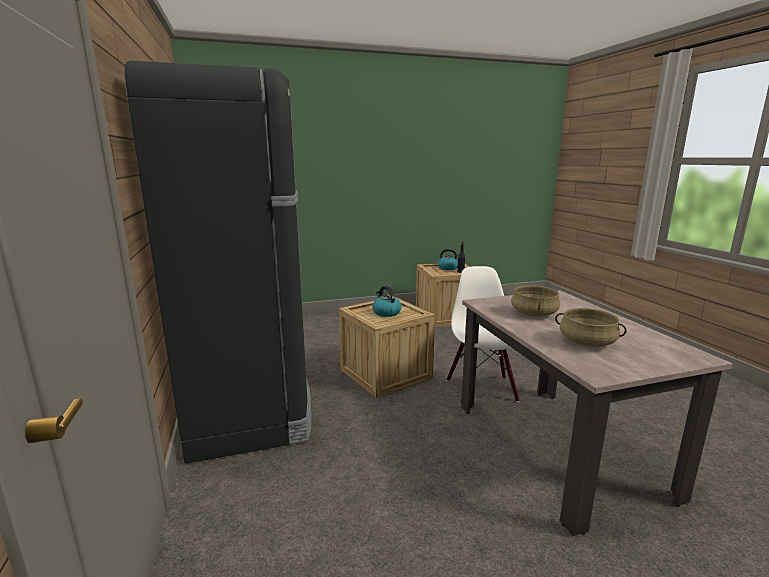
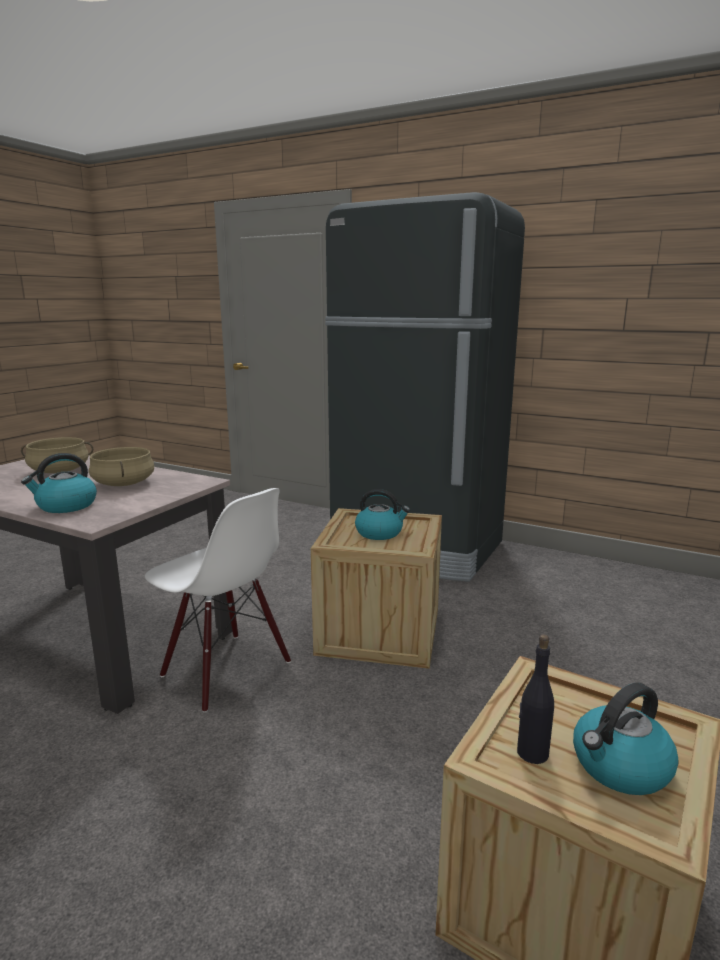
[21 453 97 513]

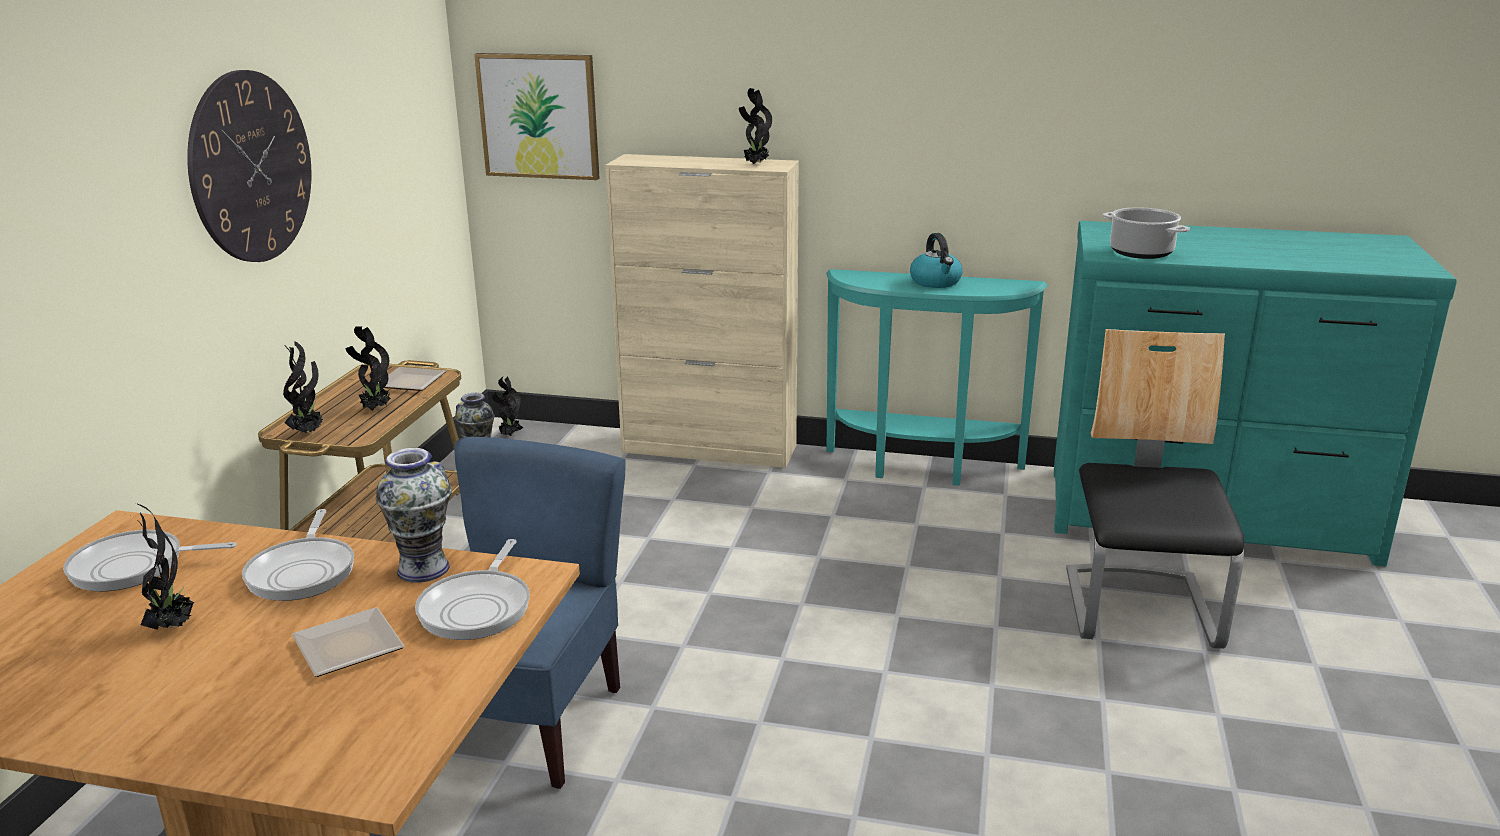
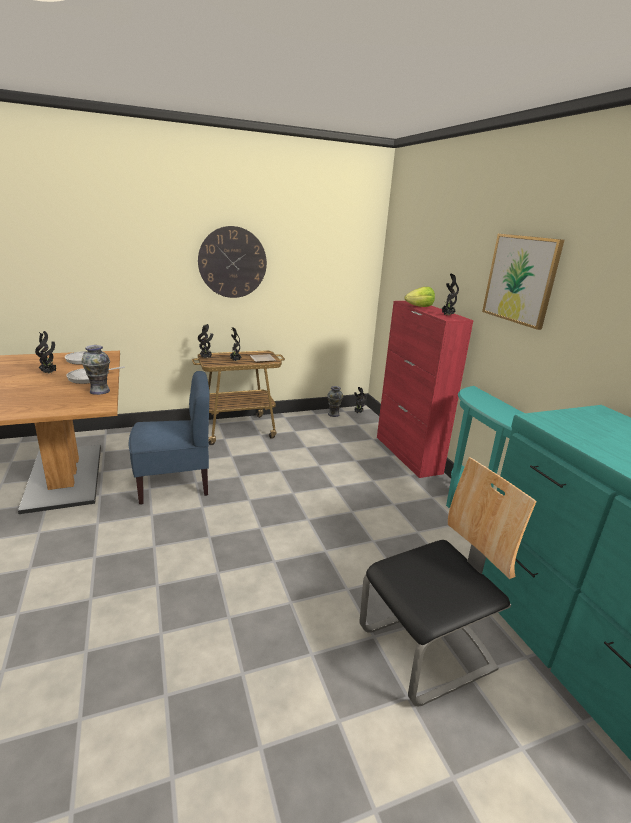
[292 607 404 677] (first image)
[415 539 530 640] (first image)
[482 234 564 330]
[377 301 474 478]
[910 233 962 288] (first image)
[1103 207 1190 259] (first image)
[405 287 435 307]

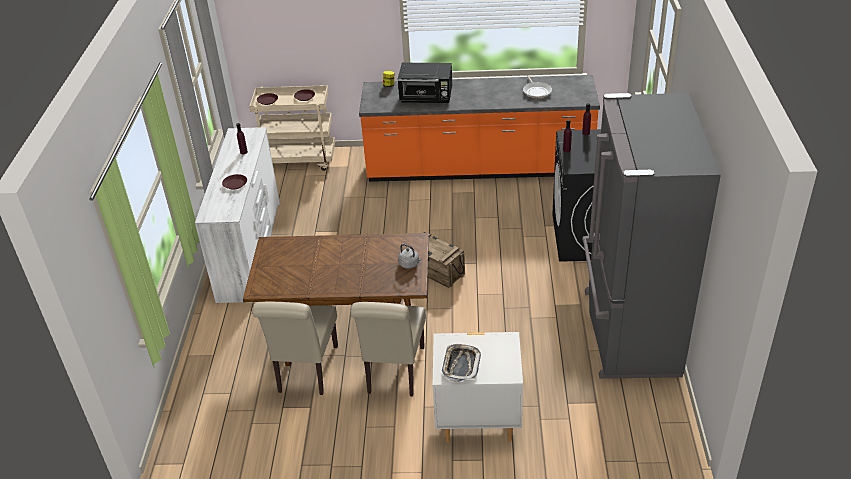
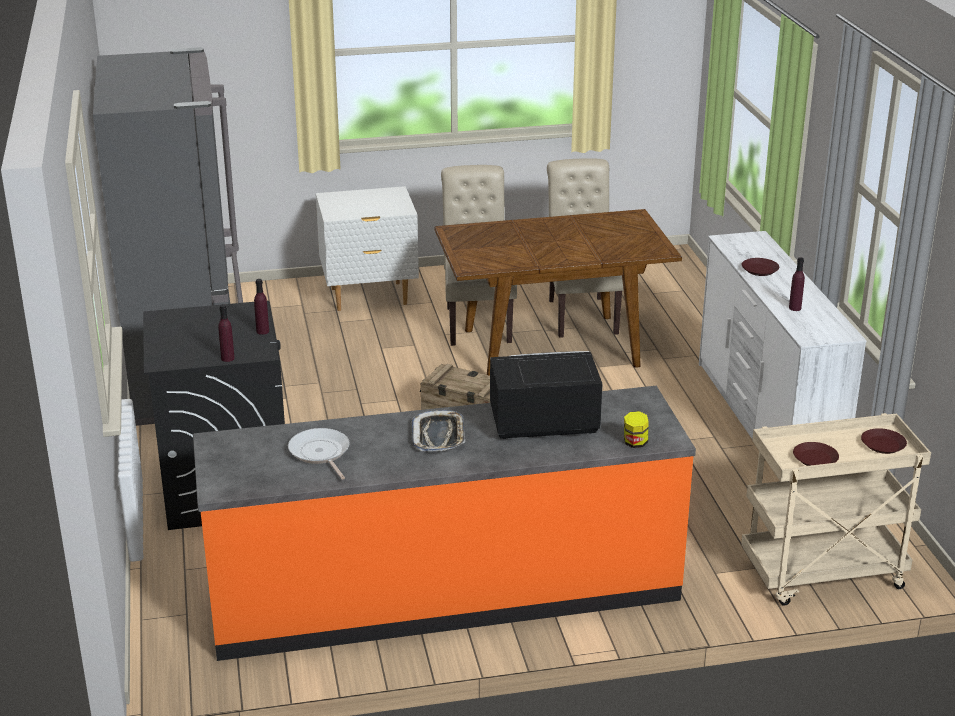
[398 244 422 268] (first image)
[412 410 465 451]

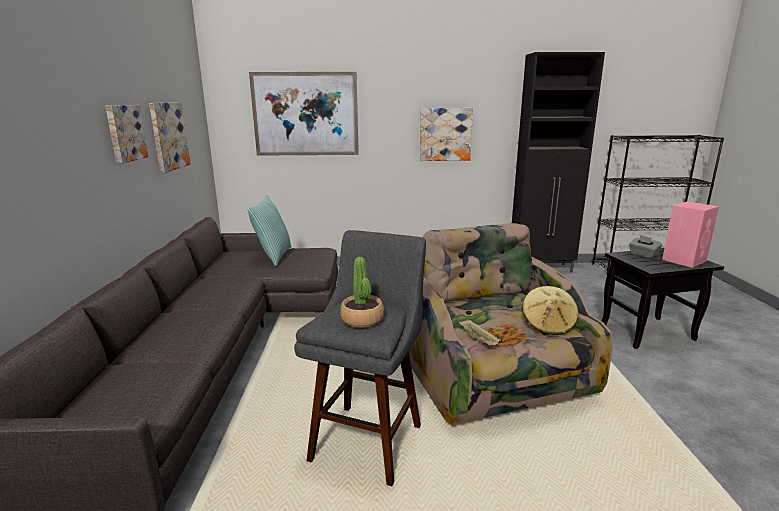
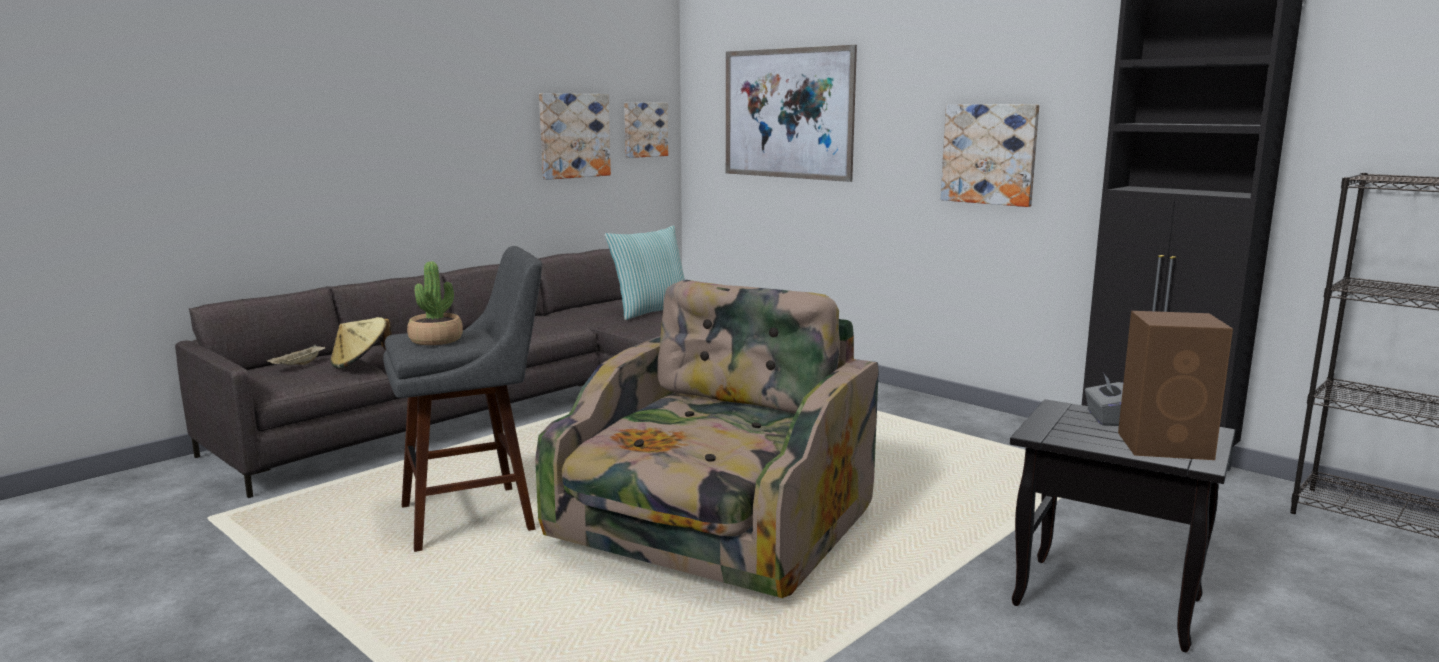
[624 103 668 158]
[267 344 326 365]
[331 317 392 369]
[1118 311 1233 460]

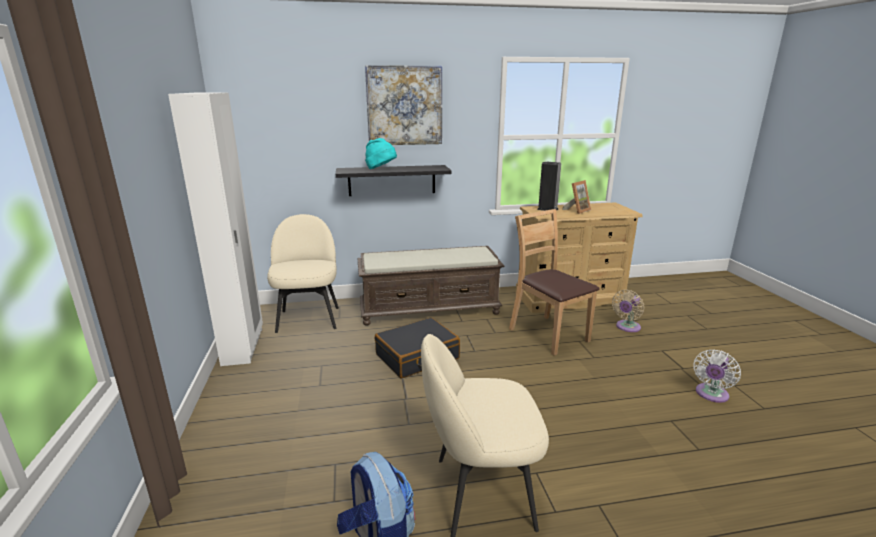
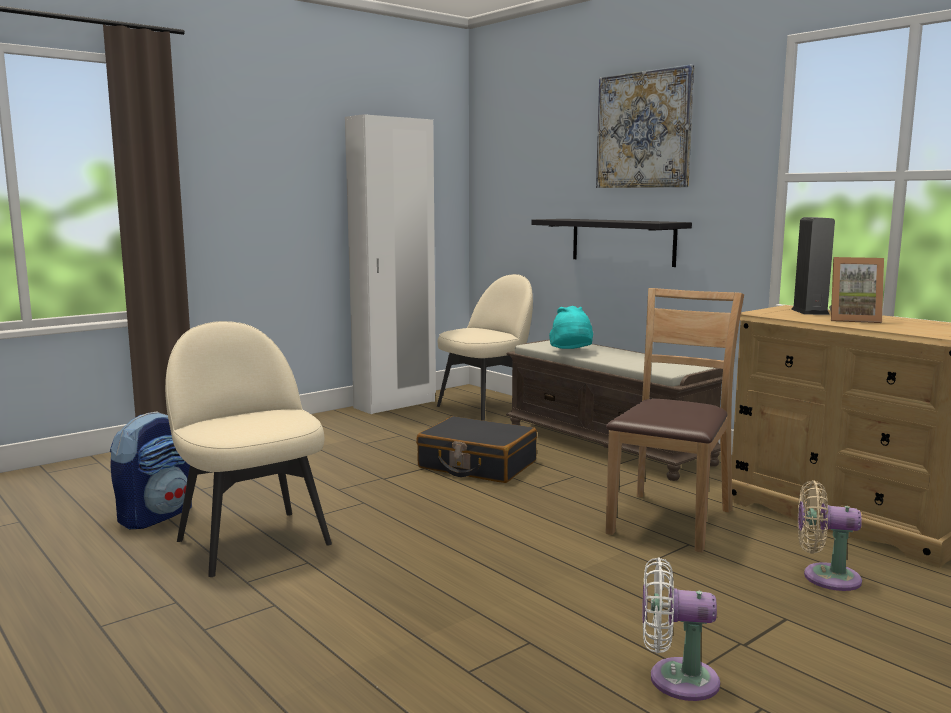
[549 306 593 349]

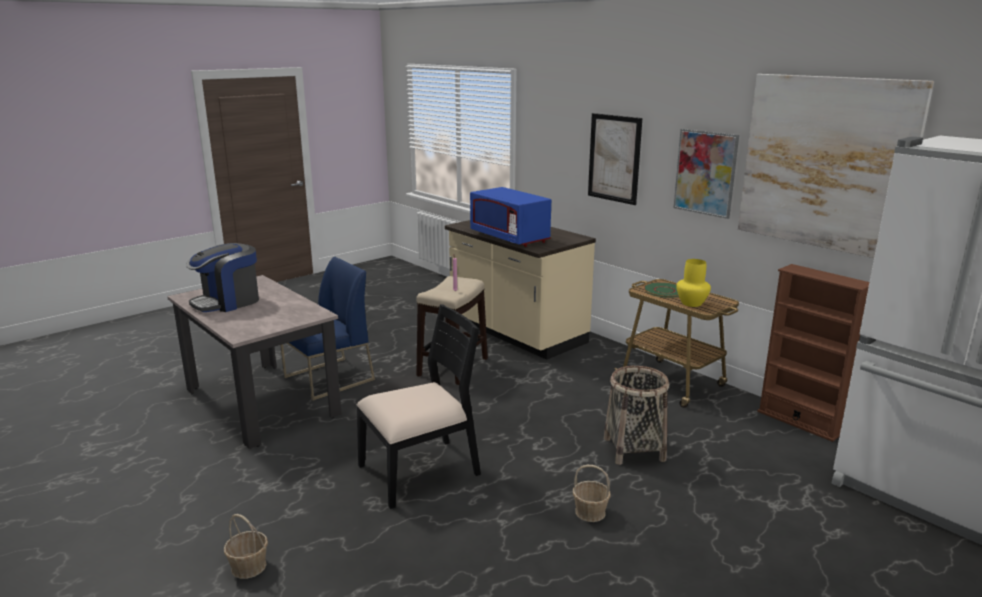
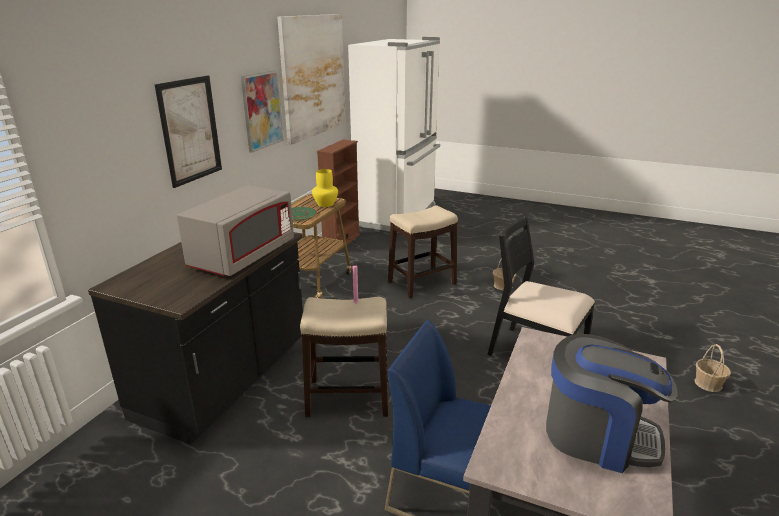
[88 232 303 444]
[177 185 294 276]
[388 205 458 299]

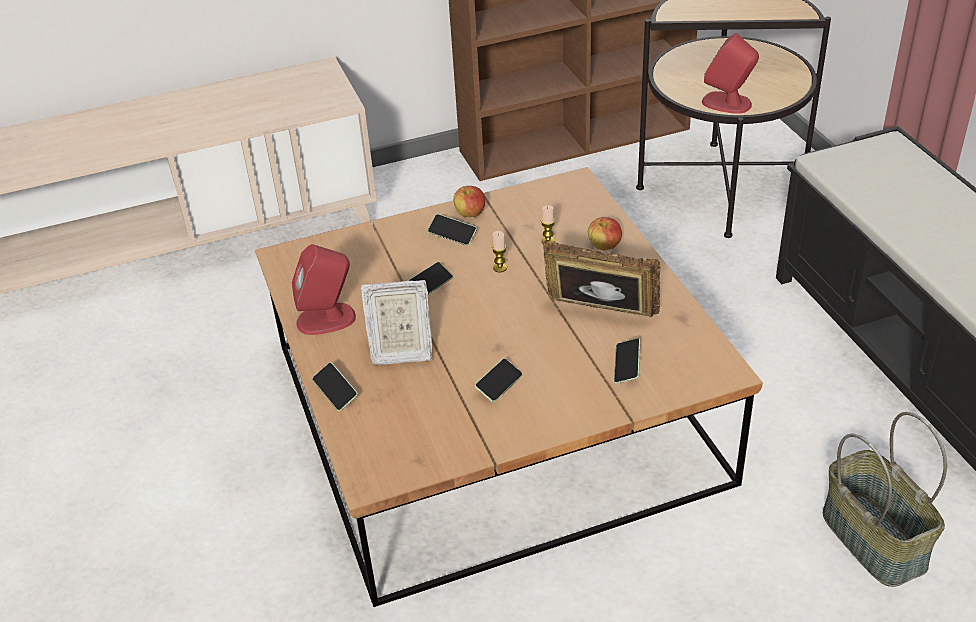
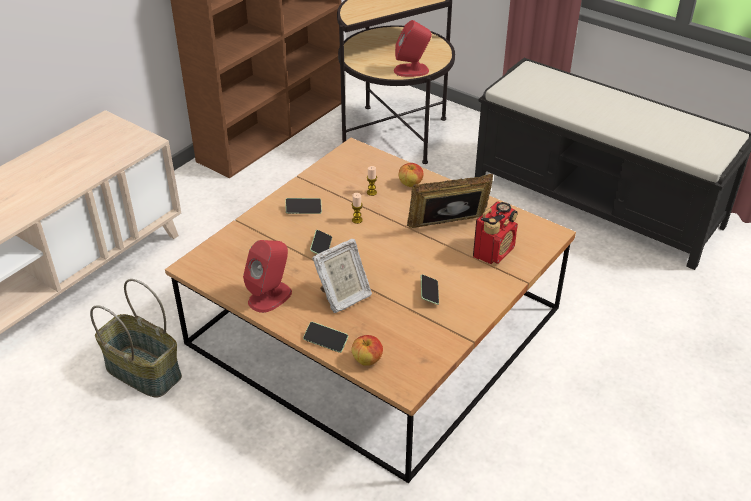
[351 335 383 366]
[473 202 518 264]
[90 279 182 398]

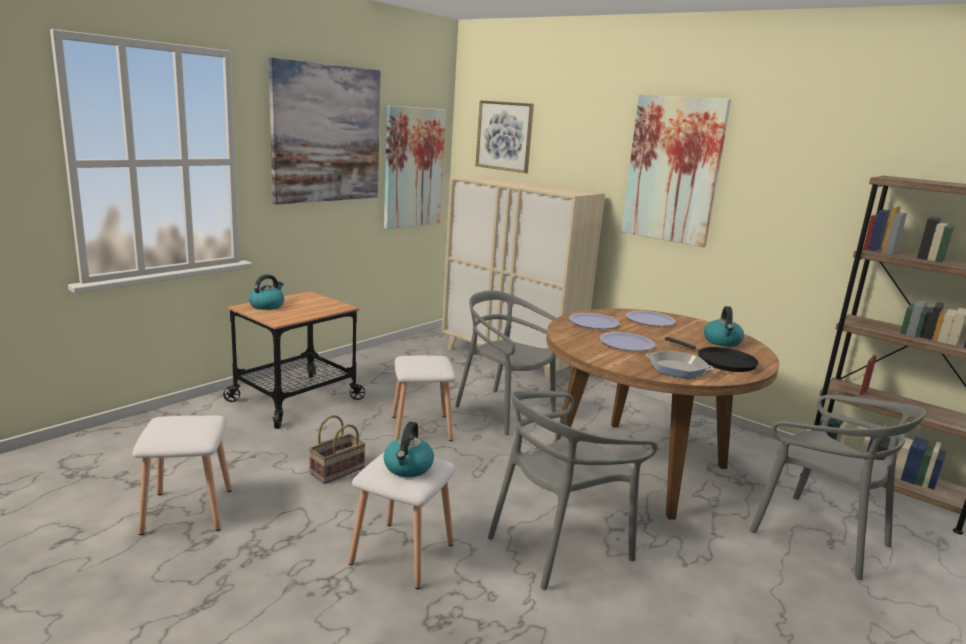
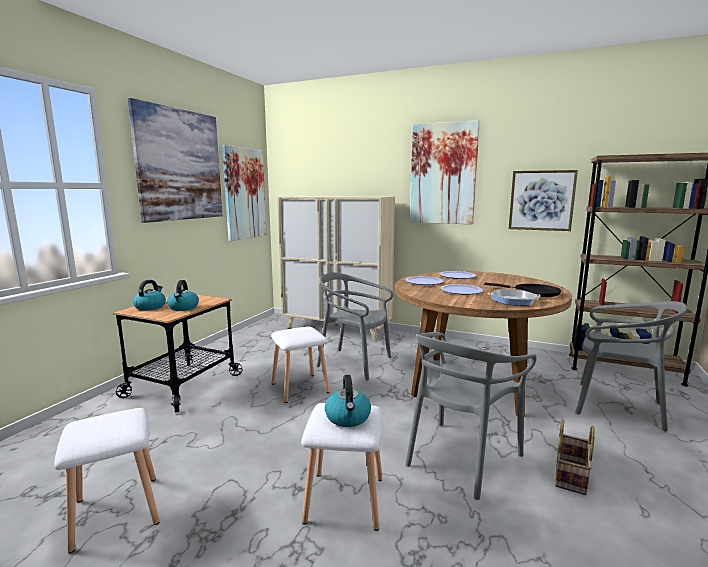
[555 419 595 495]
[508 170 578 231]
[167 280 199 311]

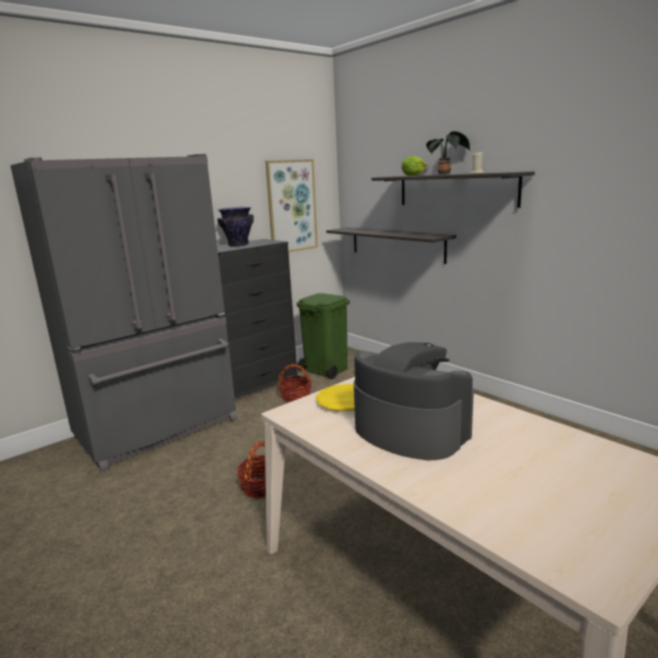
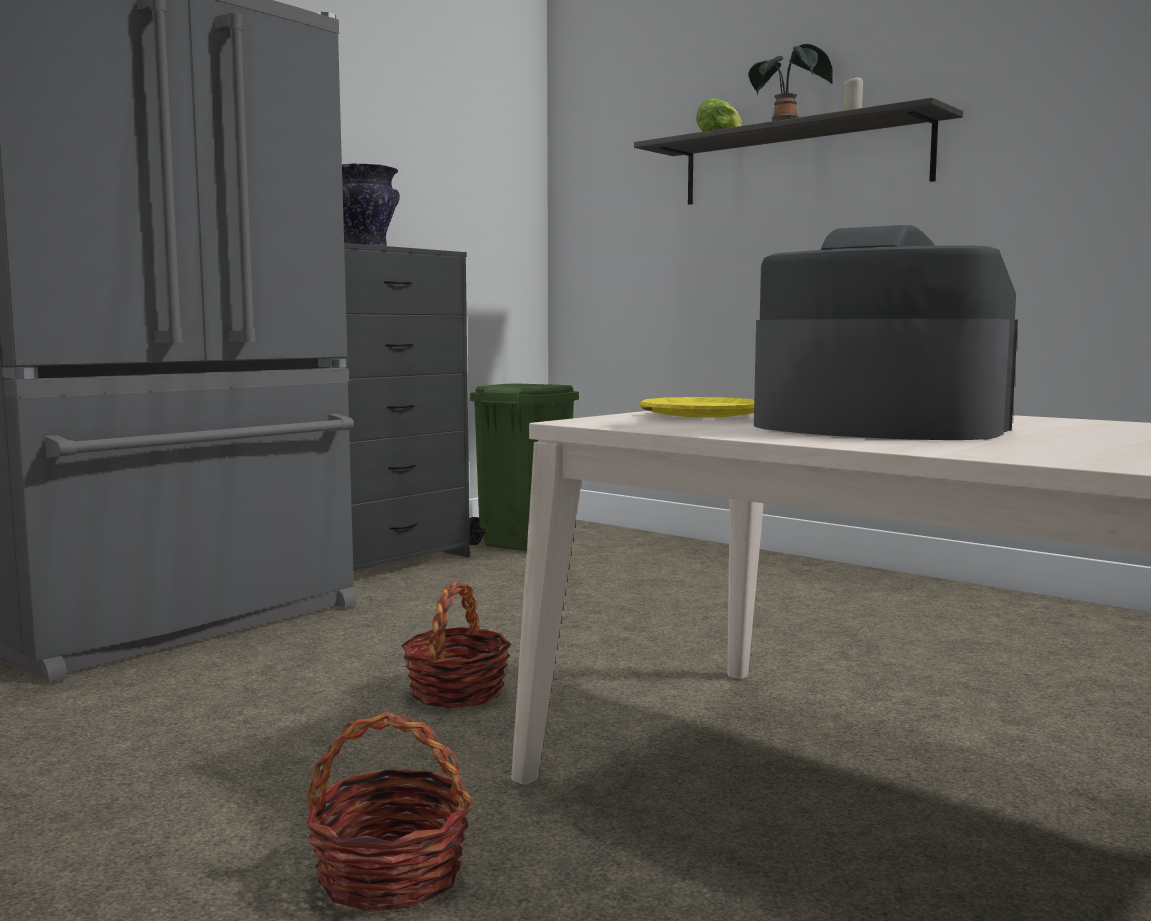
[265 159 318 252] (first image)
[306 712 473 912]
[326 227 456 264] (first image)

